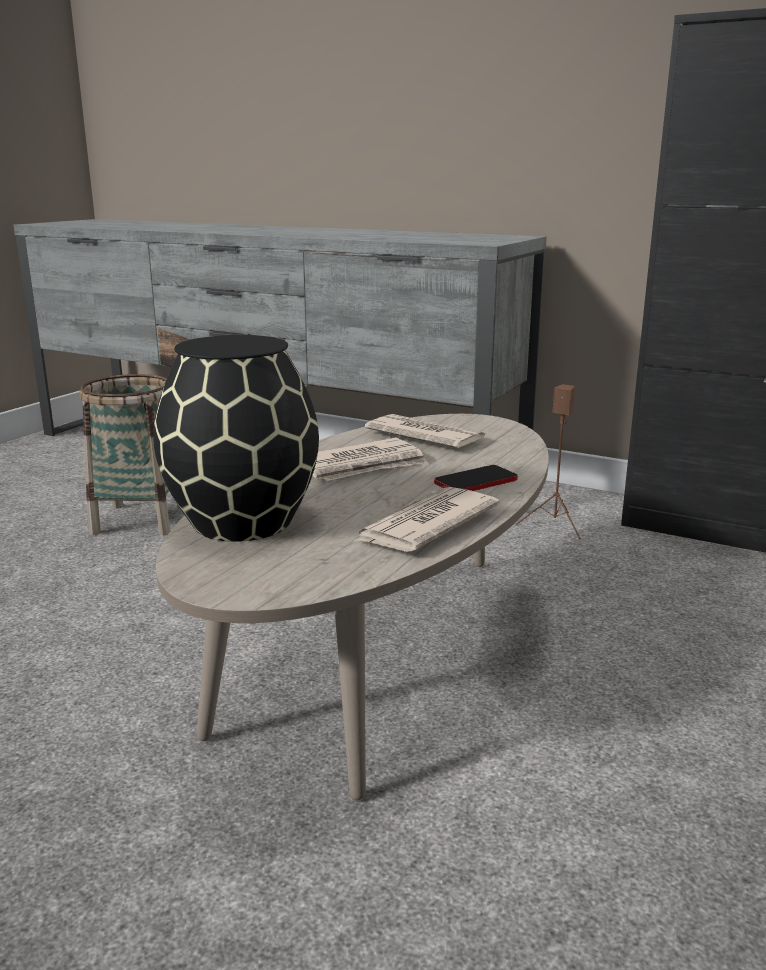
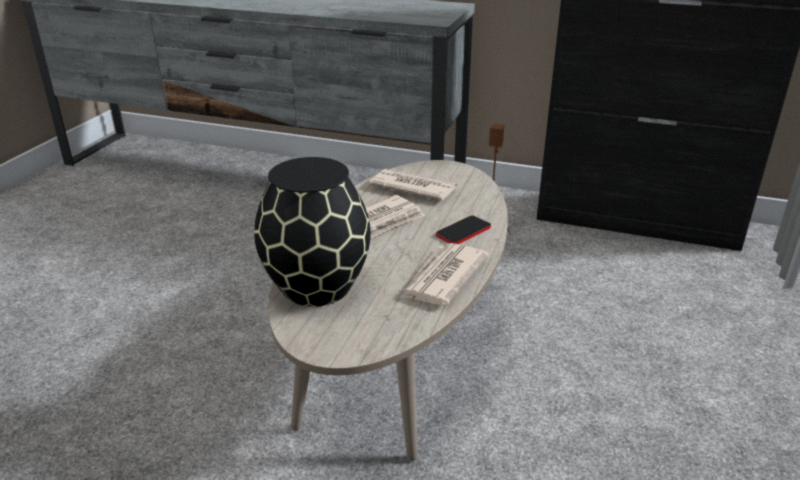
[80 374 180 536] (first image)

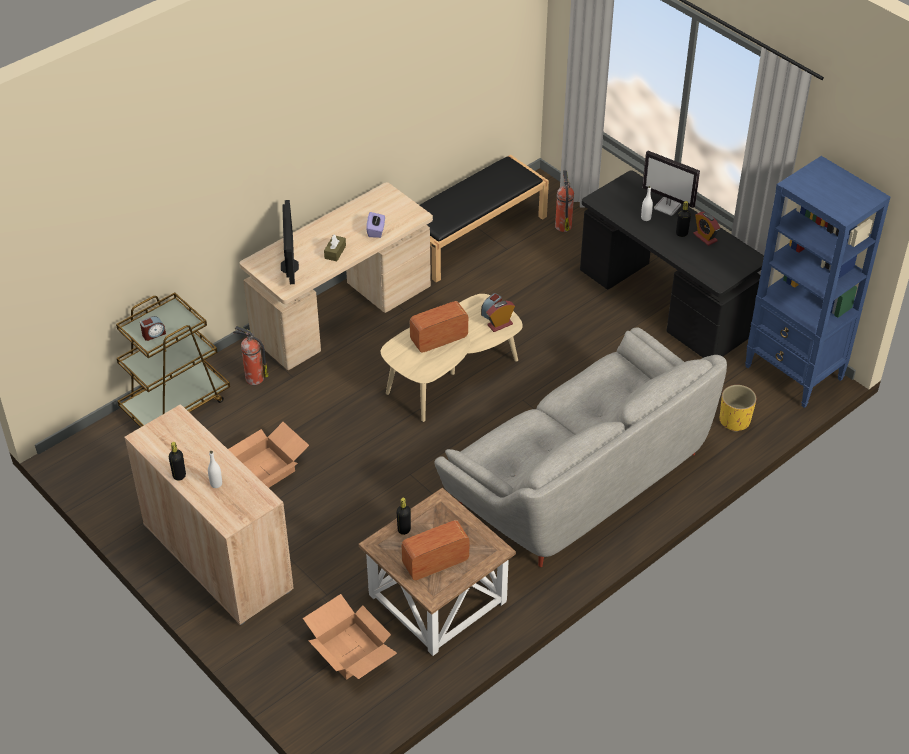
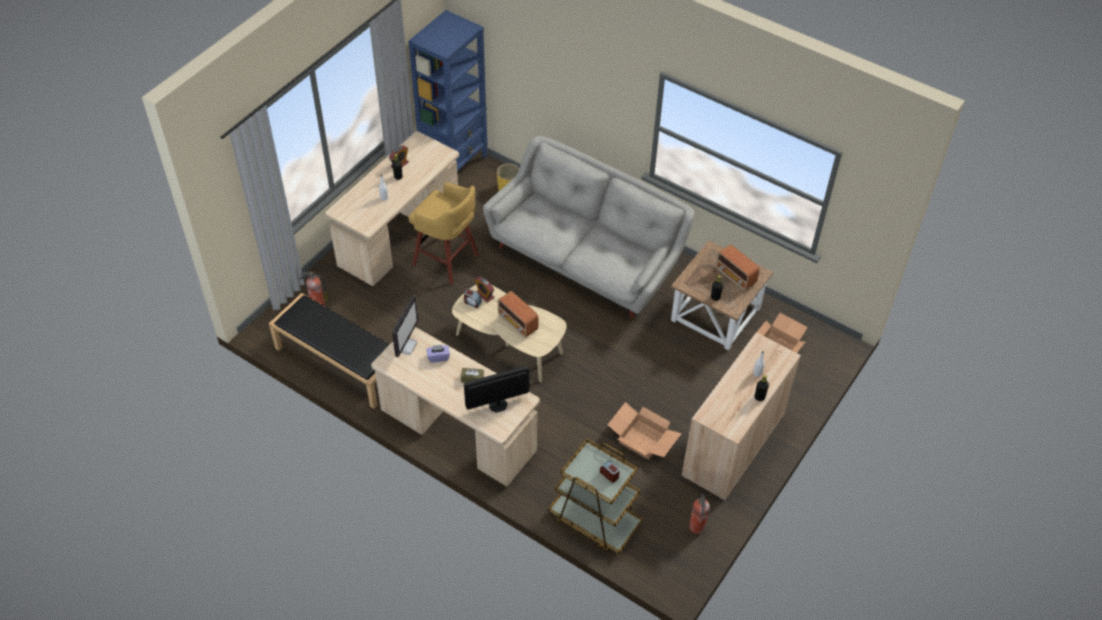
[689 493 710 534]
[325 131 459 286]
[392 295 418 357]
[408 182 479 285]

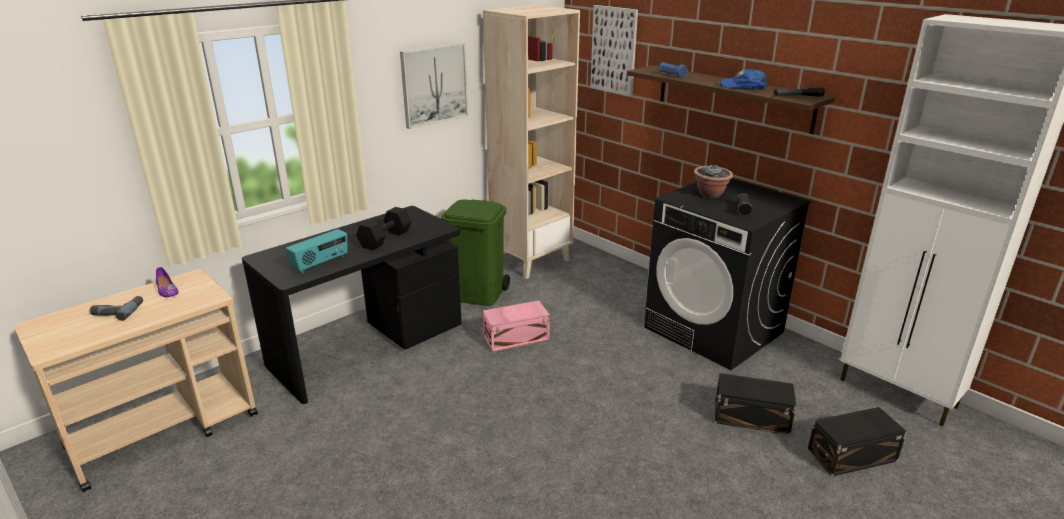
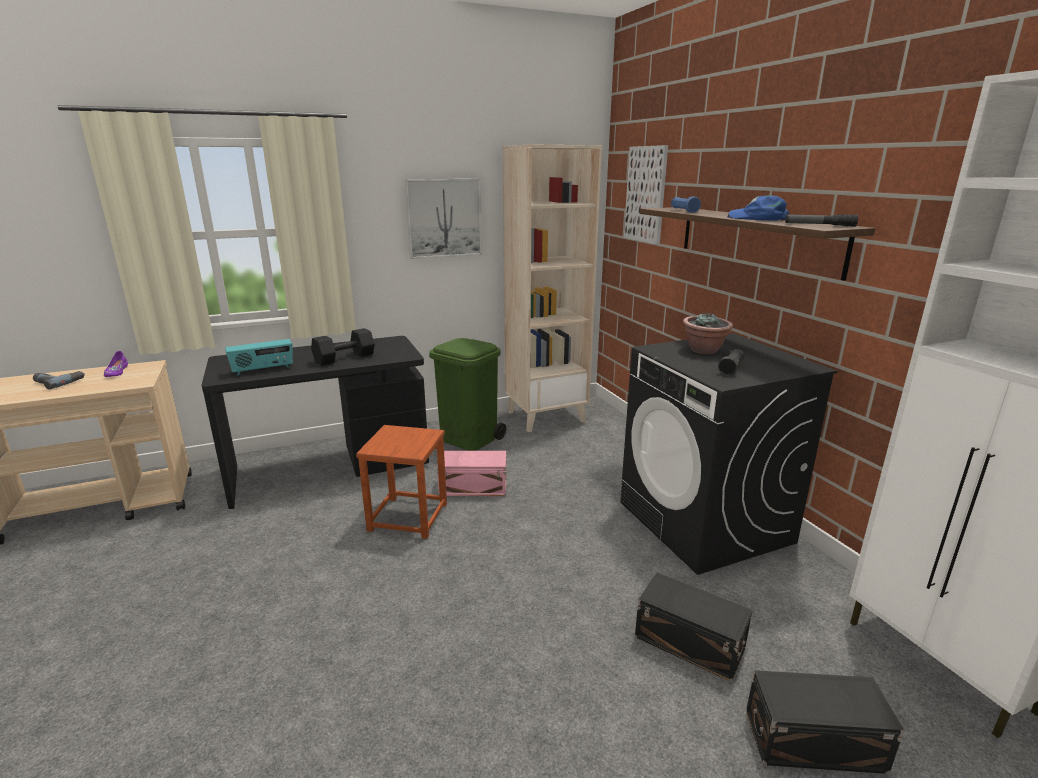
[356 425 447 539]

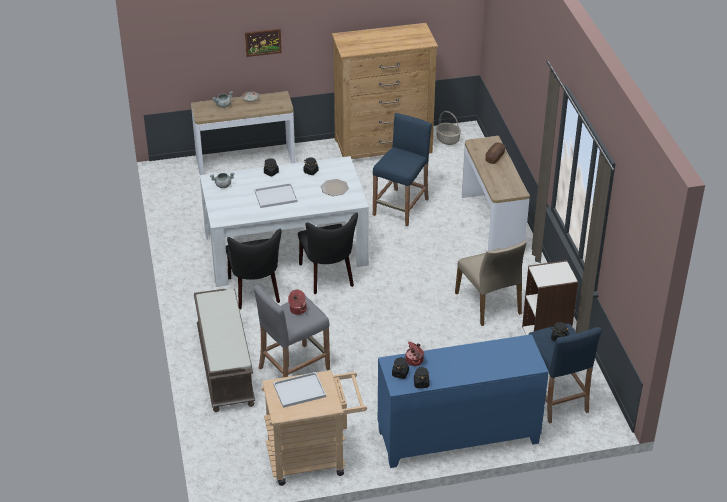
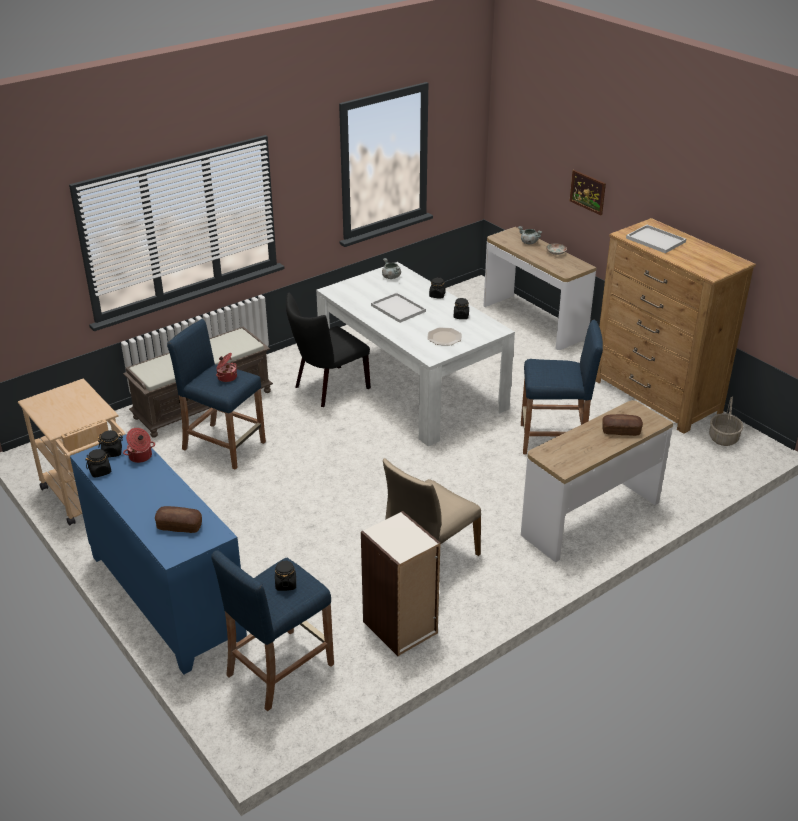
[167 319 266 470]
[626 225 686 253]
[298 213 358 294] (first image)
[155 506 202 533]

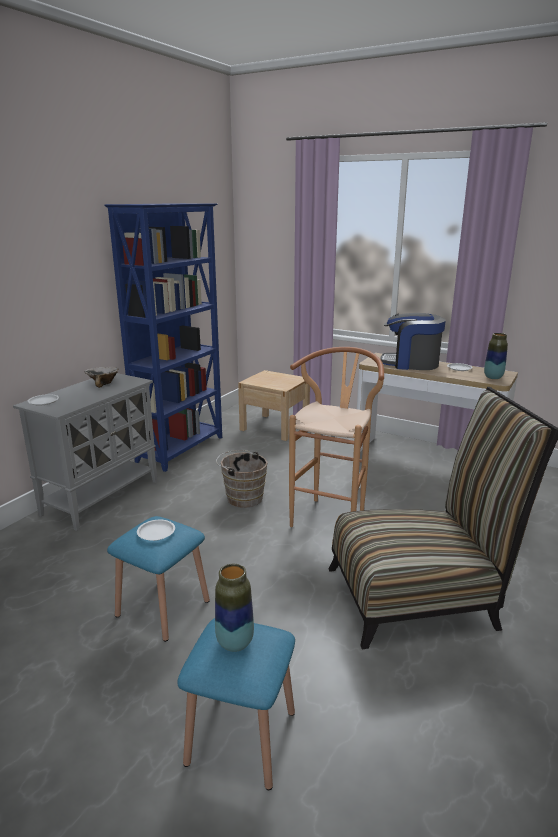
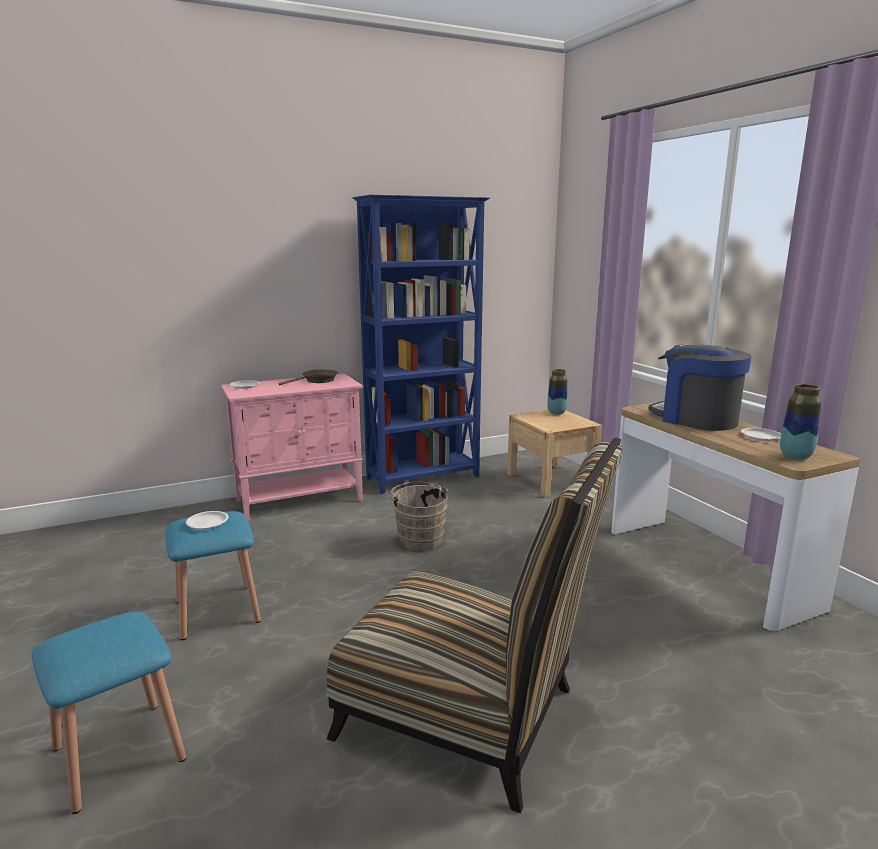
[221 373 363 521]
[278 369 338 385]
[547 369 567 415]
[289 347 384 527] (first image)

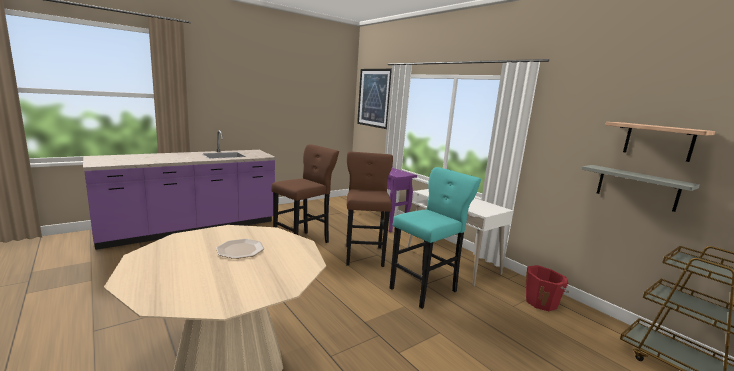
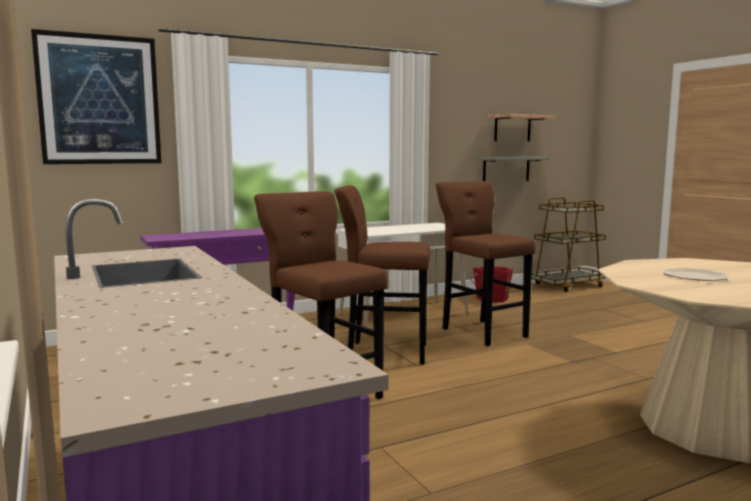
[436 181 536 346]

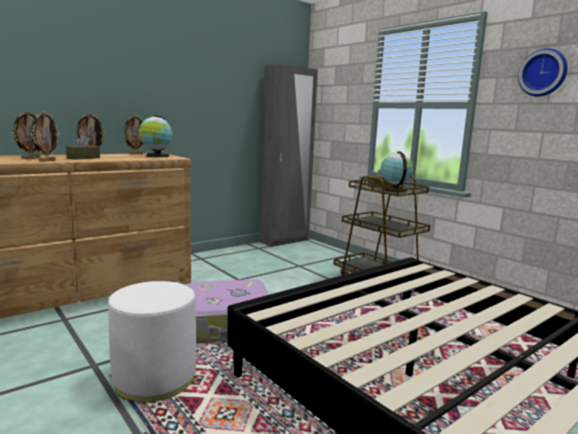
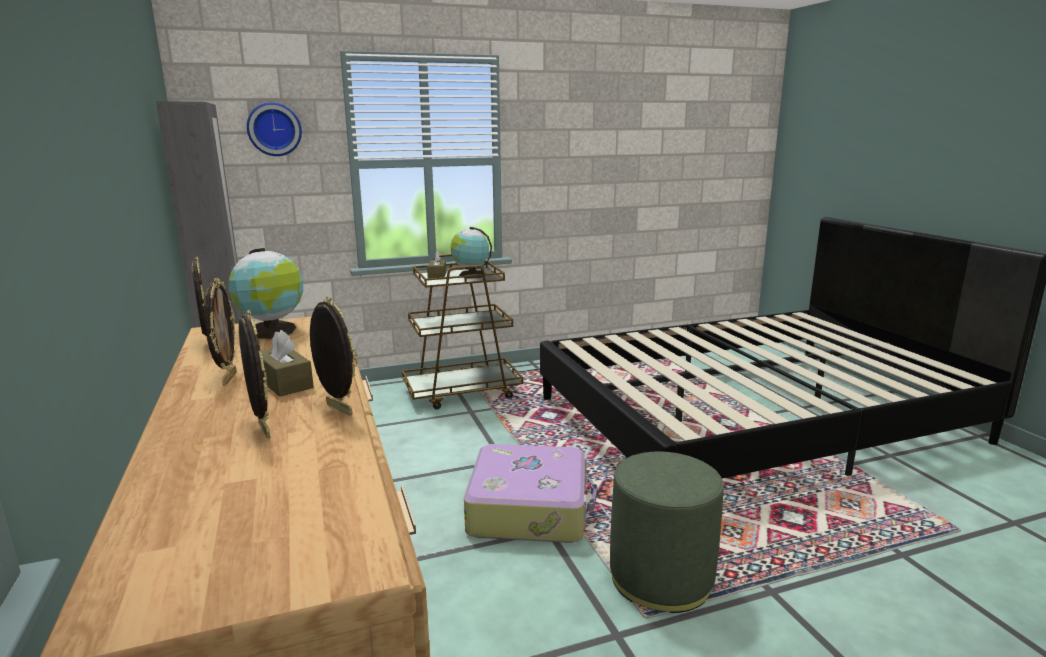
[610 452 724 613]
[247 102 302 156]

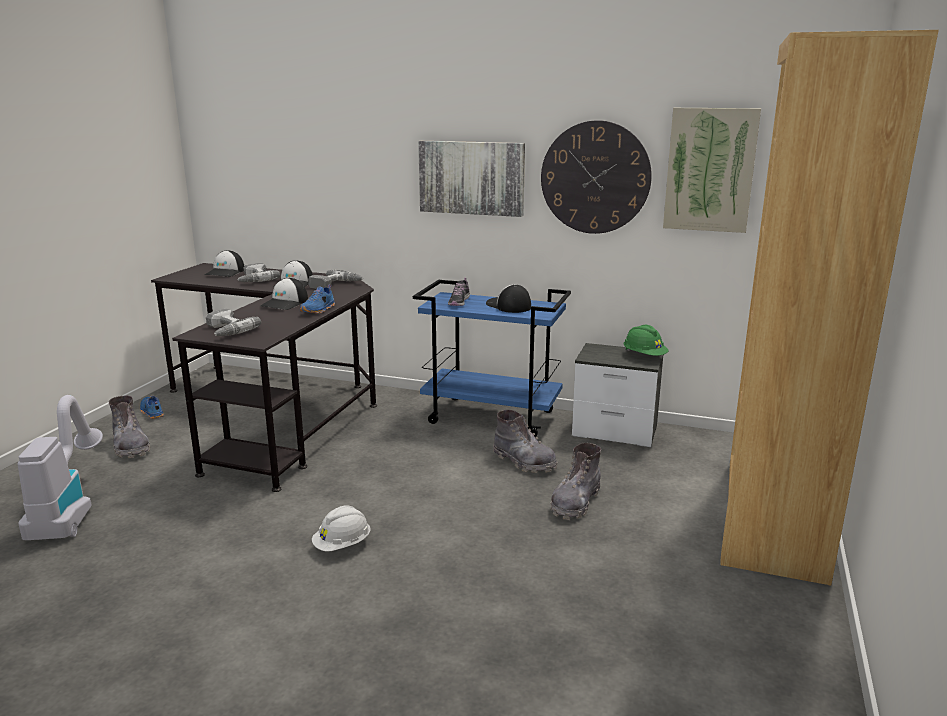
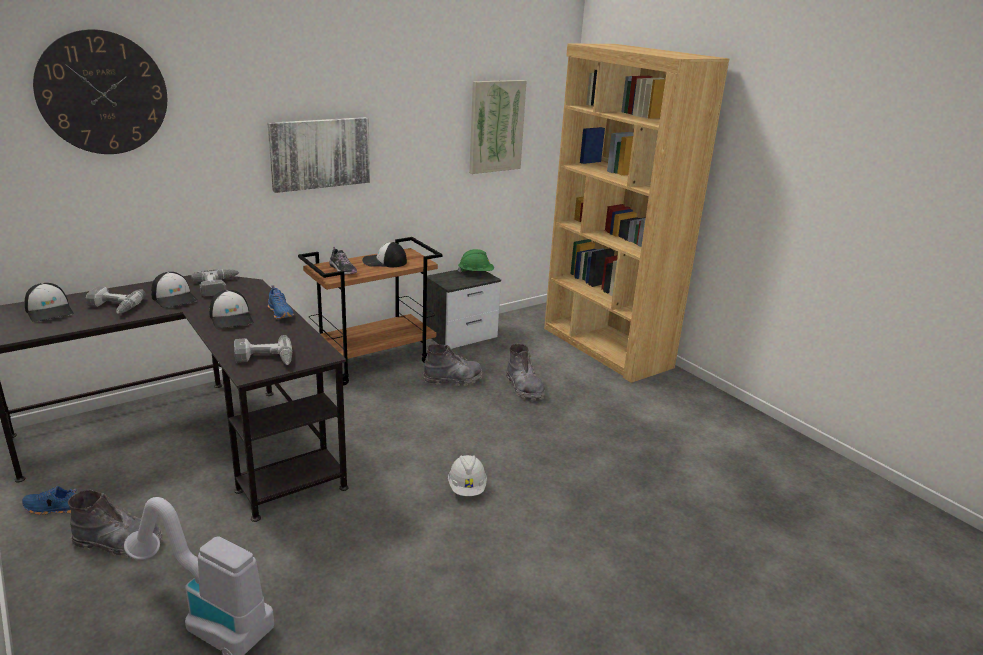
[298 237 442 385]
[33 29 167 154]

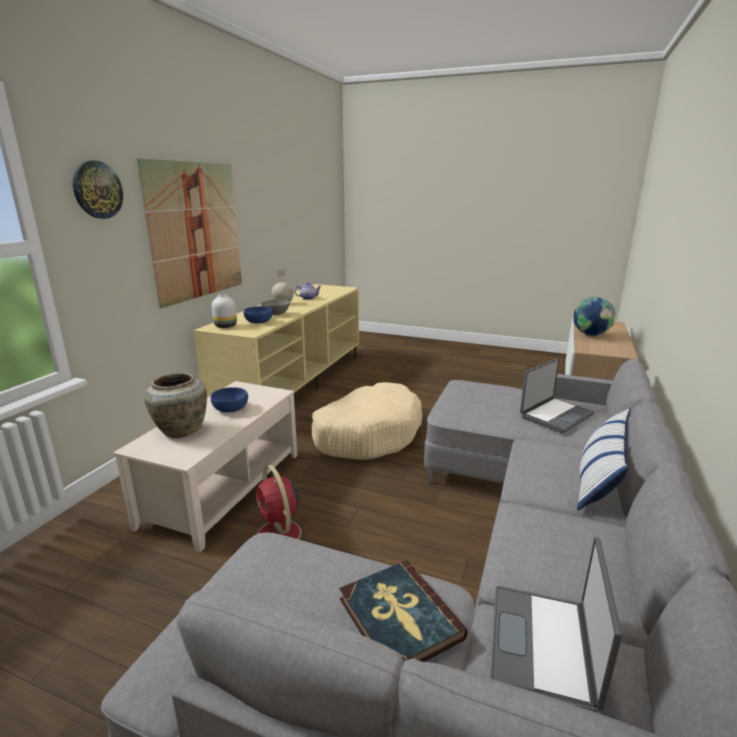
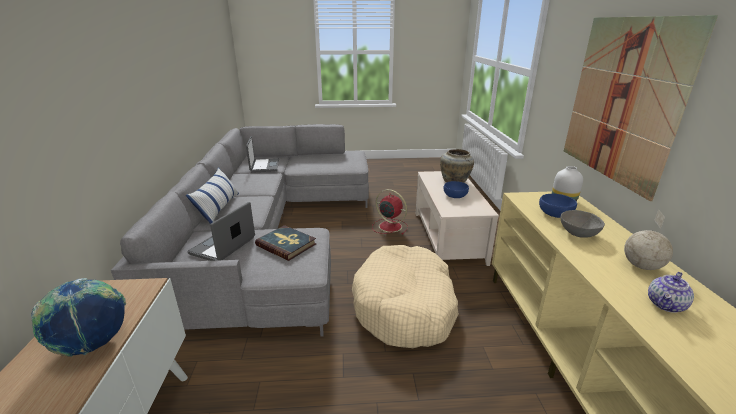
[73 160 123 219] (first image)
[255 225 316 261]

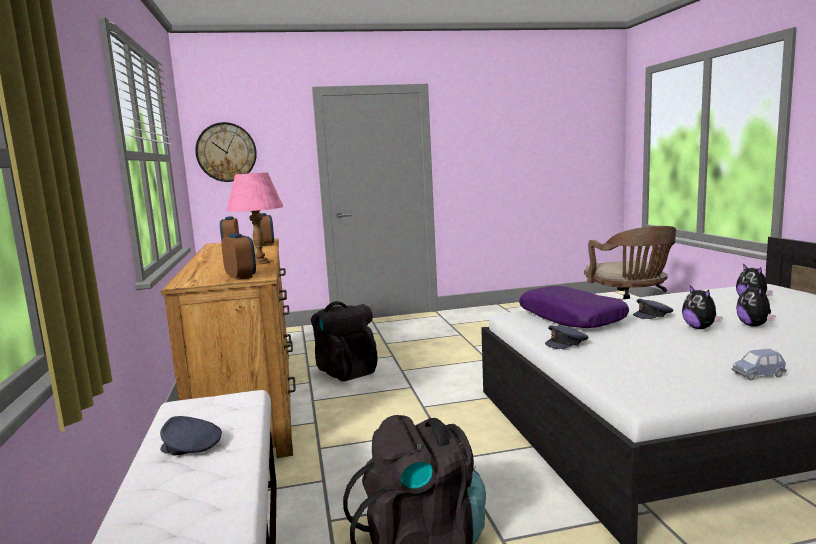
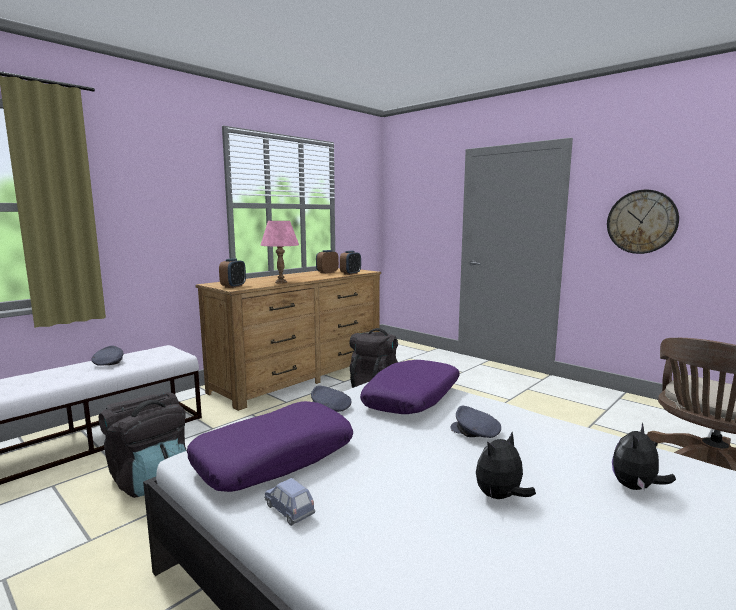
[607 190 679 254]
[682 285 723 329] (first image)
[187 401 353 492]

